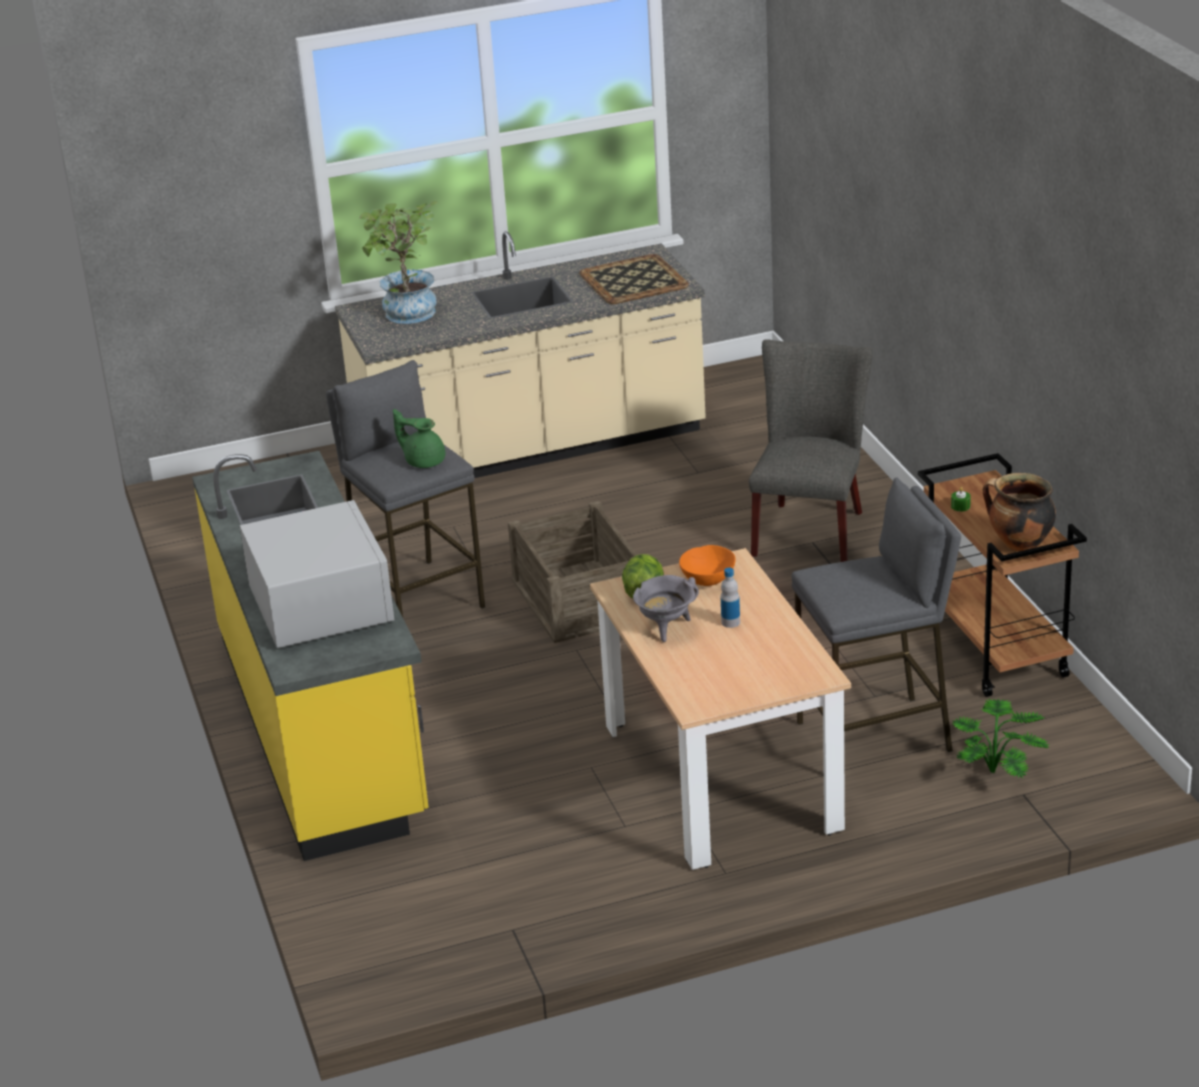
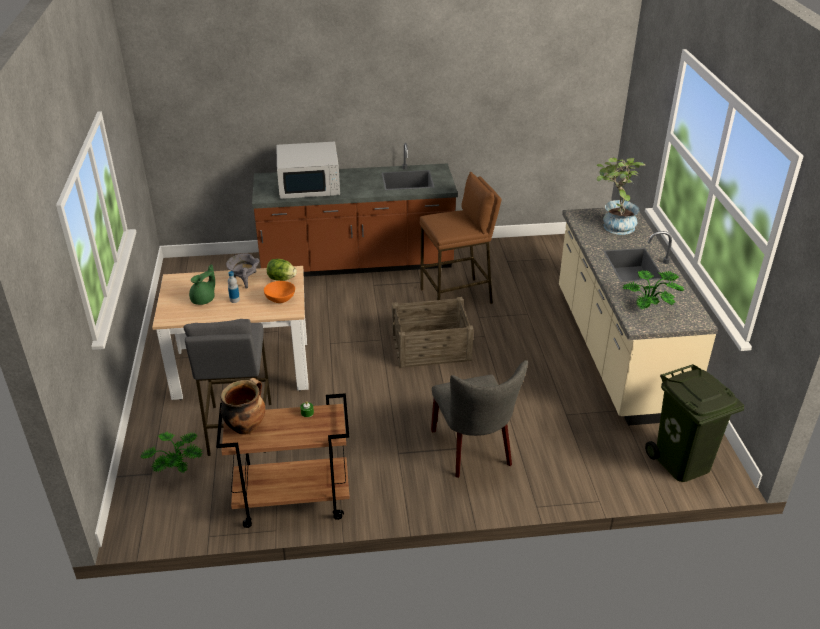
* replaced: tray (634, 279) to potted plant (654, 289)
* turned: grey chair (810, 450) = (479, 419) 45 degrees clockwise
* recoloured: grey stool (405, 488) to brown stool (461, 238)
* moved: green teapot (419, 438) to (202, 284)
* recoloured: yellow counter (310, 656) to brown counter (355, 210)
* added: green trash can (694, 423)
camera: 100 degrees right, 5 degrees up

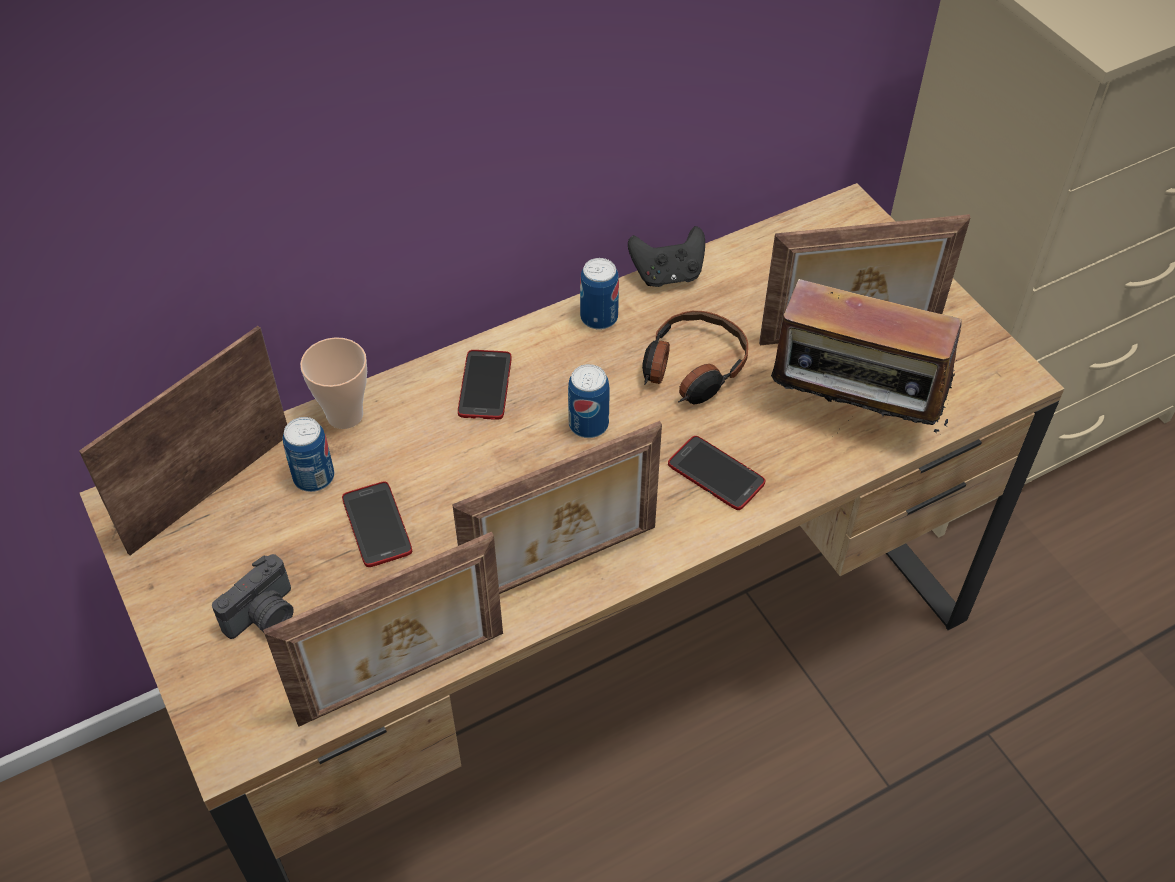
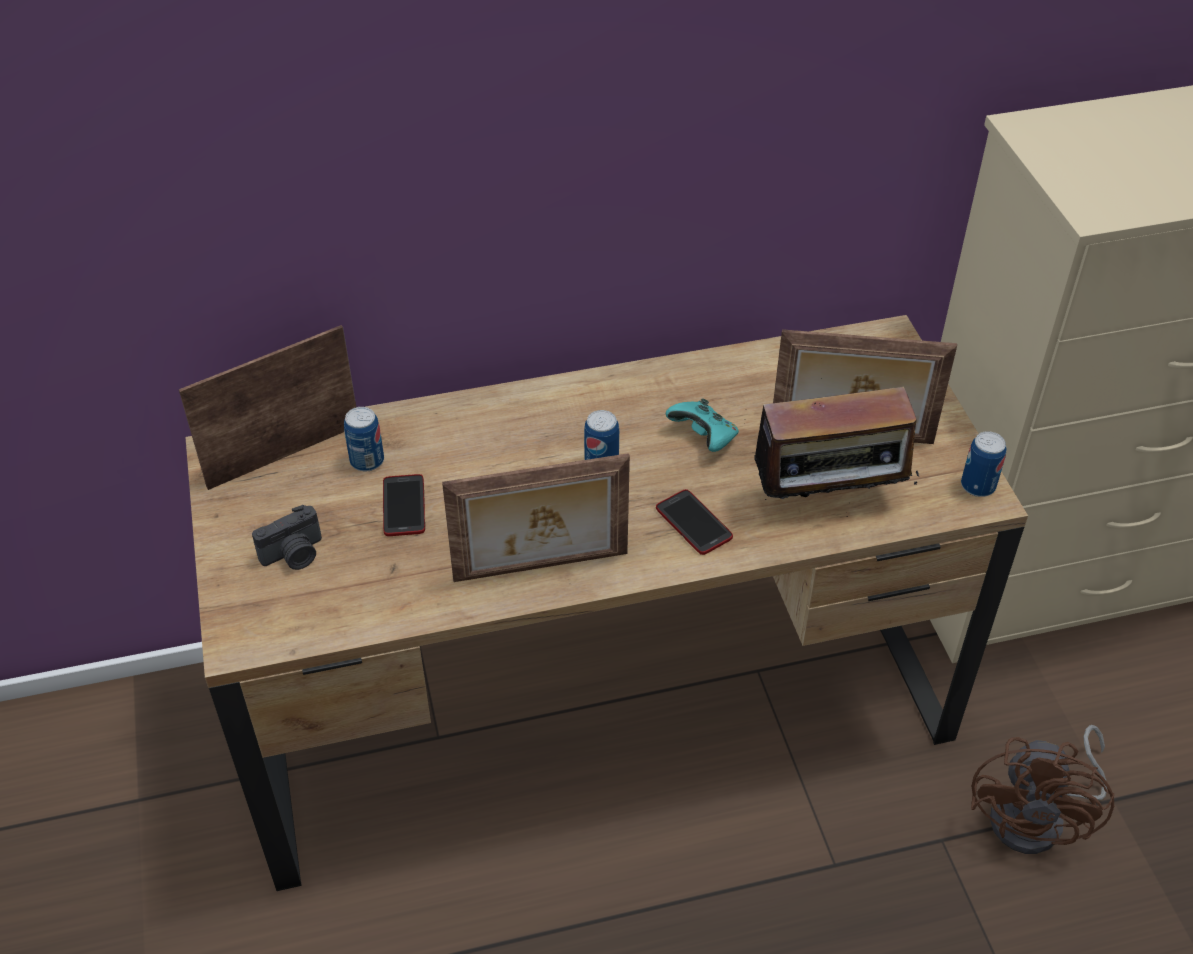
* removed: black game controller (666, 256)
* moved: can (599, 294) to (984, 464)
* turned: radio (866, 353) = (833, 445) 45 degrees counterclockwise
* replaced: headphones (695, 357) to turquoise game controller (702, 425)
* removed: cup (333, 383)
* removed: phone (484, 385)
* removed: picture frame (383, 629)
* added: brown fan (1042, 789)
camera: 15 degrees right, 5 degrees down

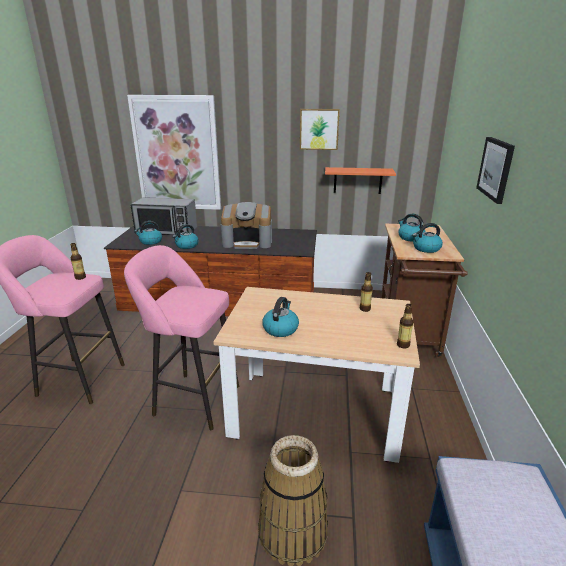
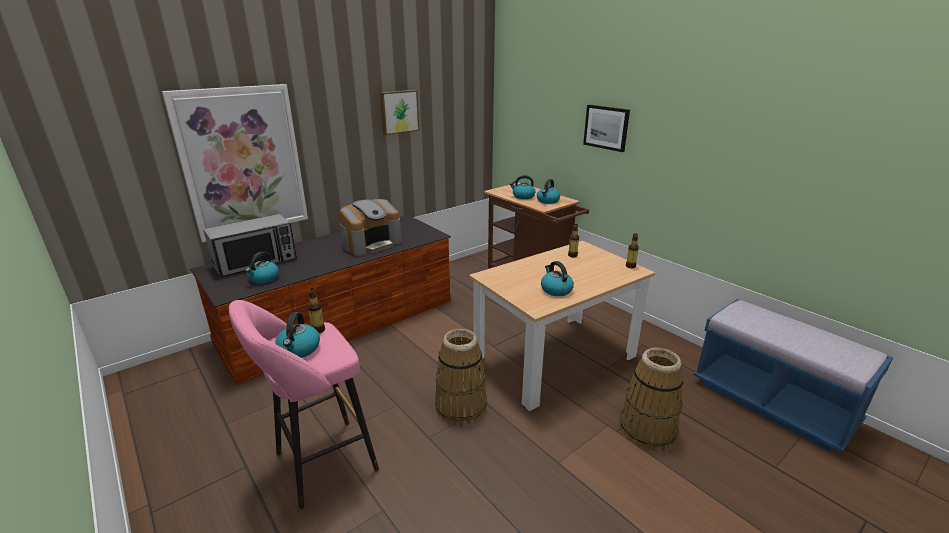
* removed: orange shelf (360, 180)
* moved: kettle (185, 236) to (297, 335)
* replaced: pink stool (181, 337) to basket (461, 377)
camera: 45 degrees left, 0 degrees up

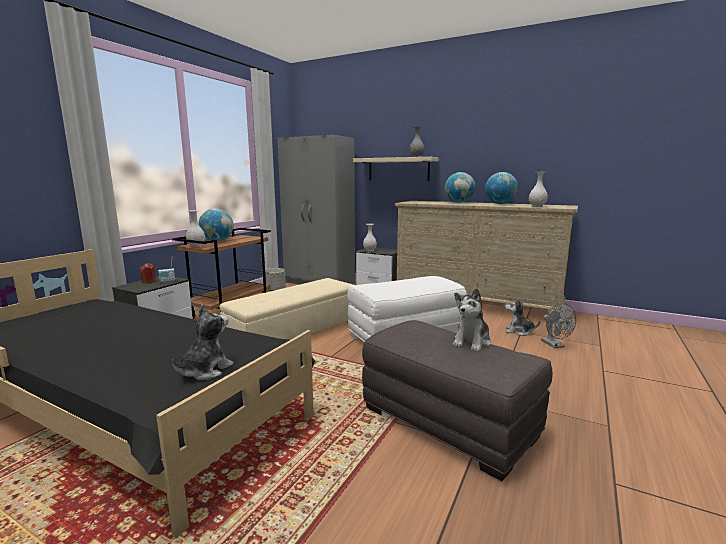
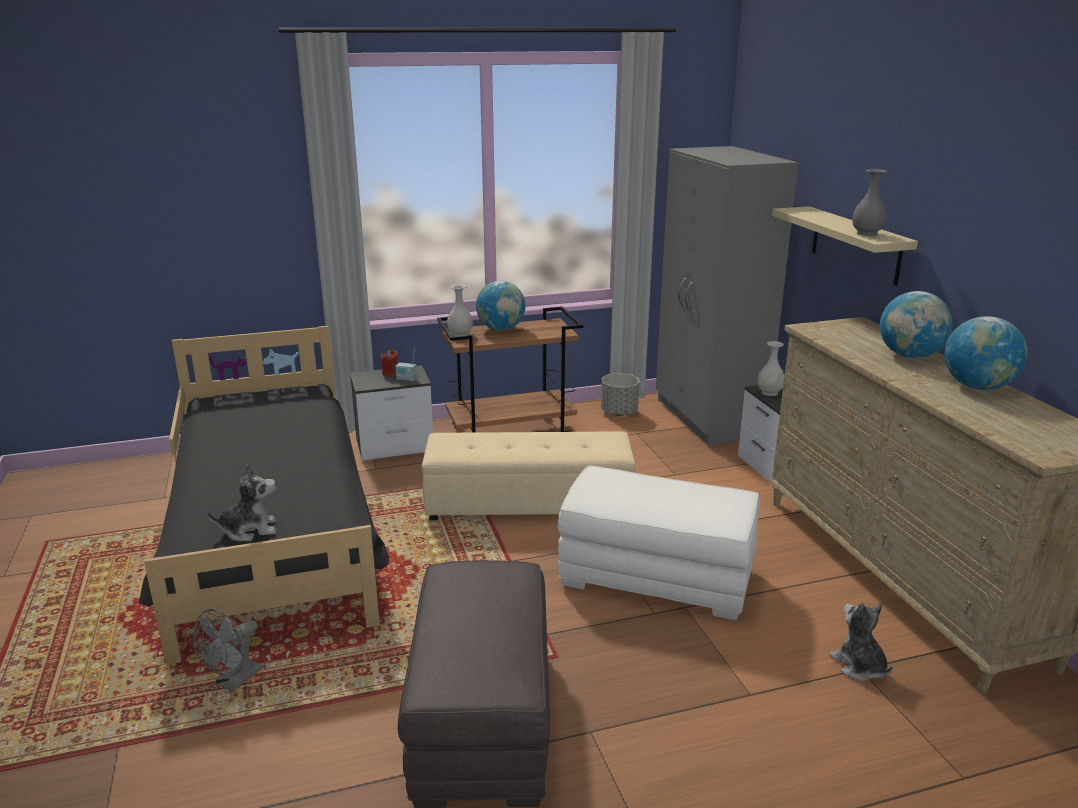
* removed: white vase (538, 189)
* removed: plush toy (471, 320)
* moved: grey fan (559, 325) to (227, 650)
camera: 45 degrees right, 10 degrees up

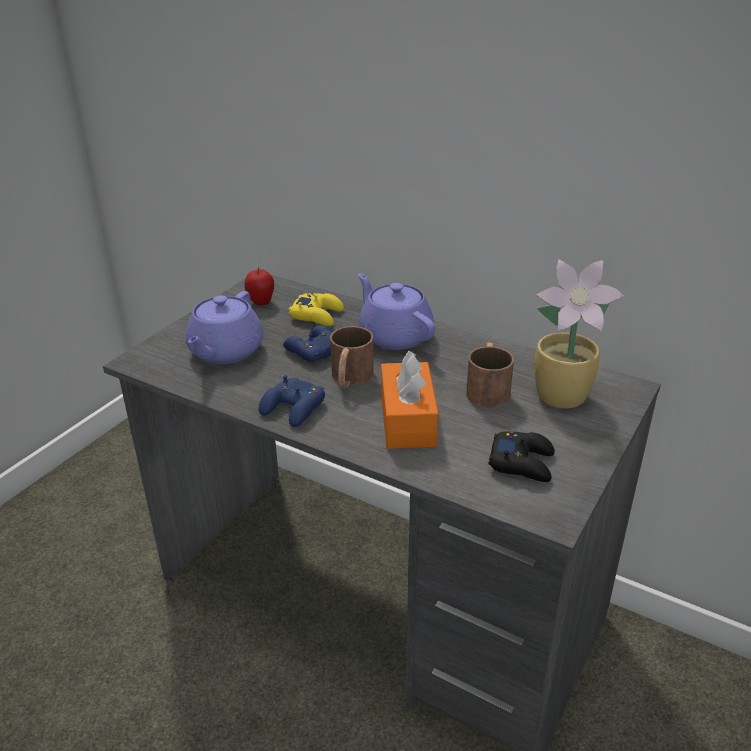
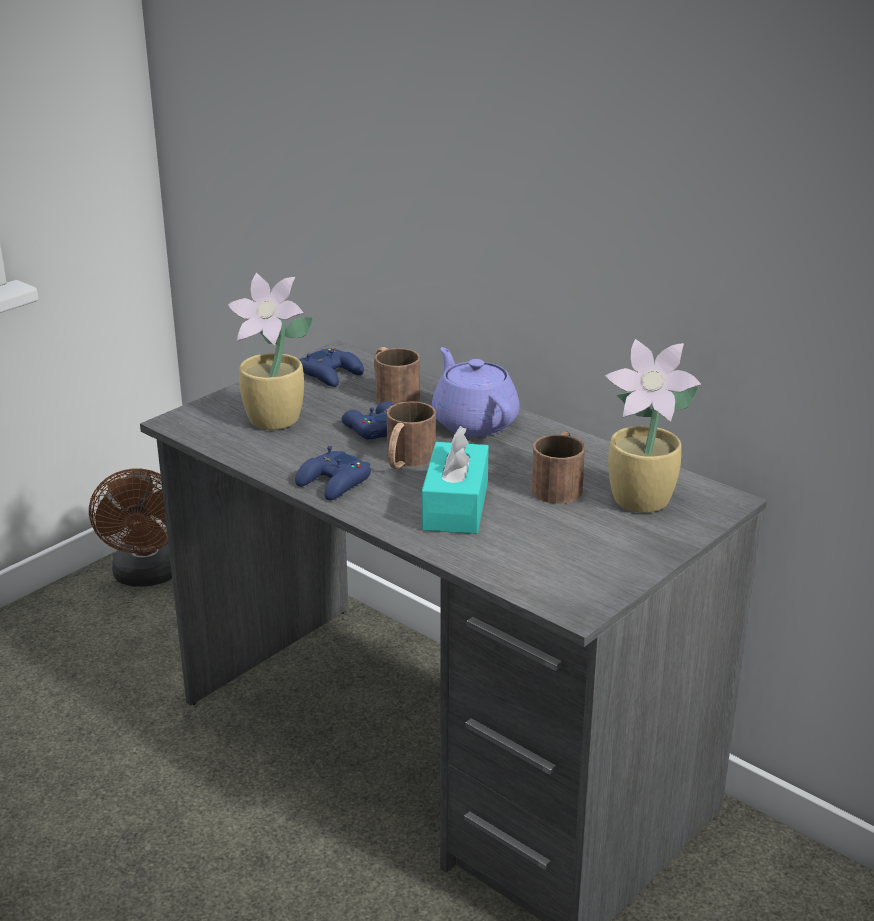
* replaced: apple (259, 286) to blue game controller (331, 367)
* replaced: purple teapot (224, 327) to potted plant (271, 351)
* replaced: yellow game controller (316, 309) to brown mug (397, 375)
* recoloured: orange tissue box (409, 400) to turquoise tissue box (455, 480)
* removed: black game controller (522, 456)
* added: brown fan (130, 528)
camera: 10 degrees right, 5 degrees down

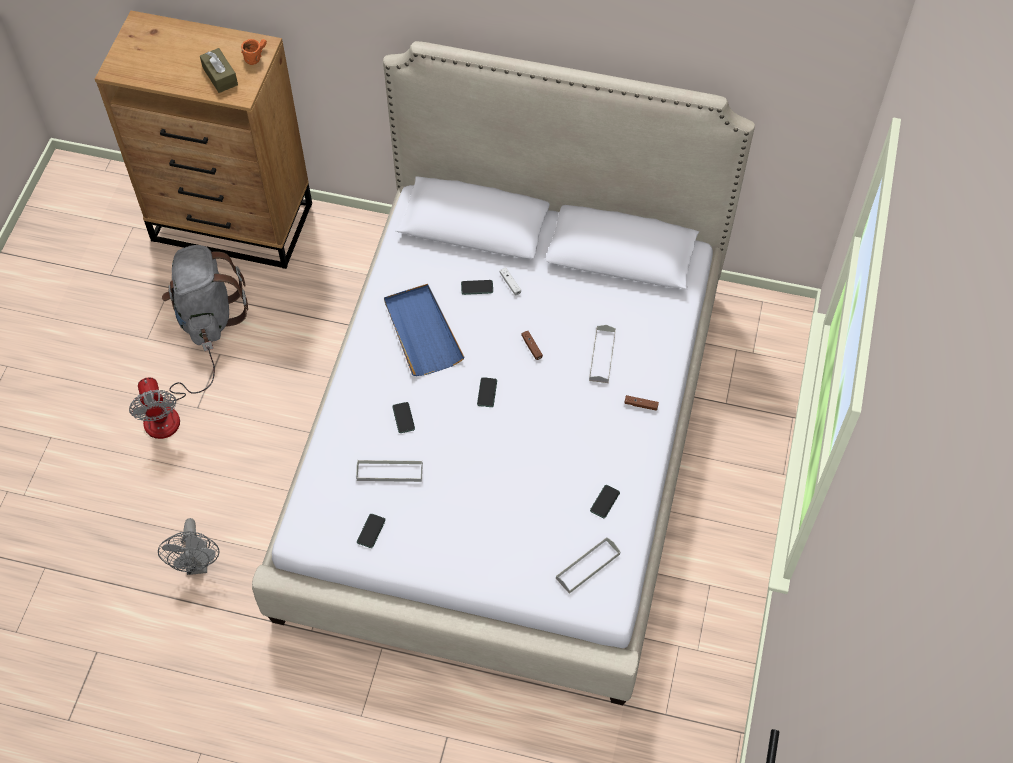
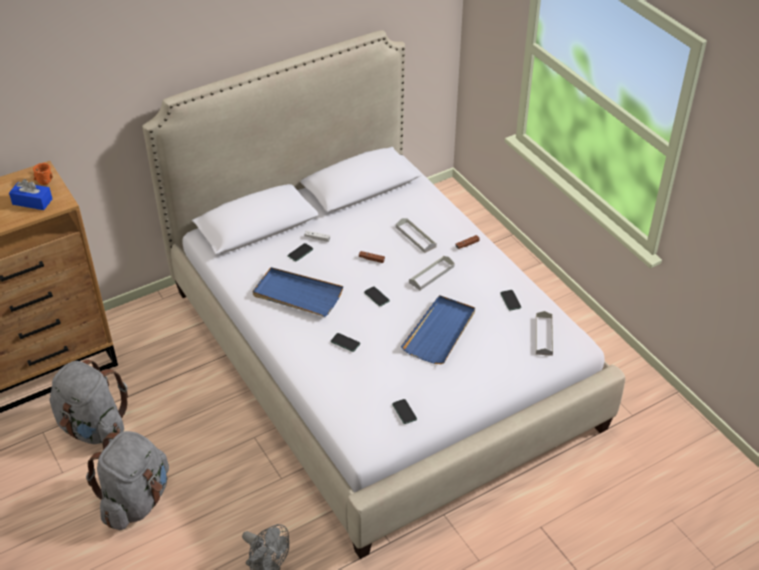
* recoloured: brown tissue box (219, 70) to blue tissue box (30, 194)
* replaced: fan (172, 390) to grey backpack (127, 480)
* moved: grey tray (389, 471) to (432, 273)
* added: blue tray (438, 329)
camera: 45 degrees left, 15 degrees down

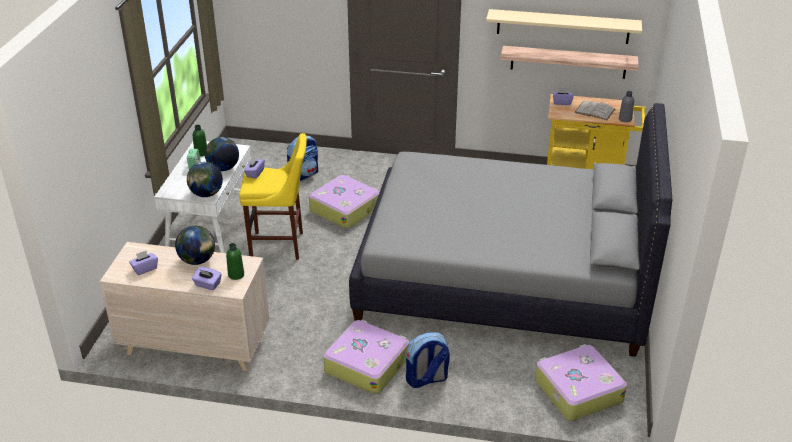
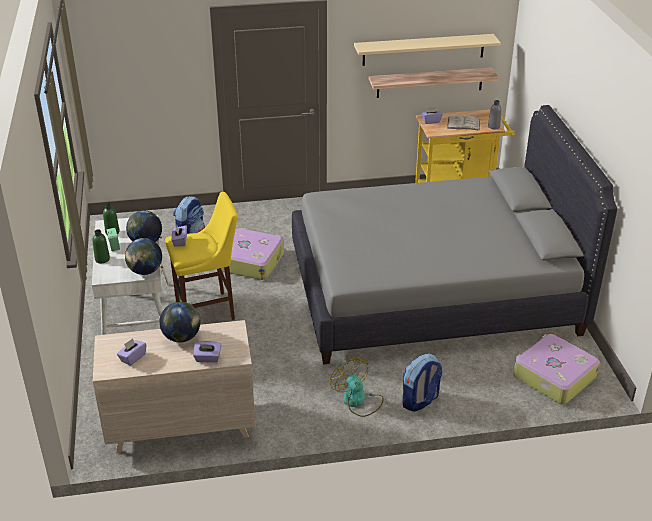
* moved: green bottle (235, 261) to (101, 246)
* replaced: suitcase (366, 357) to fan (357, 387)
camera: 20 degrees left, 0 degrees up

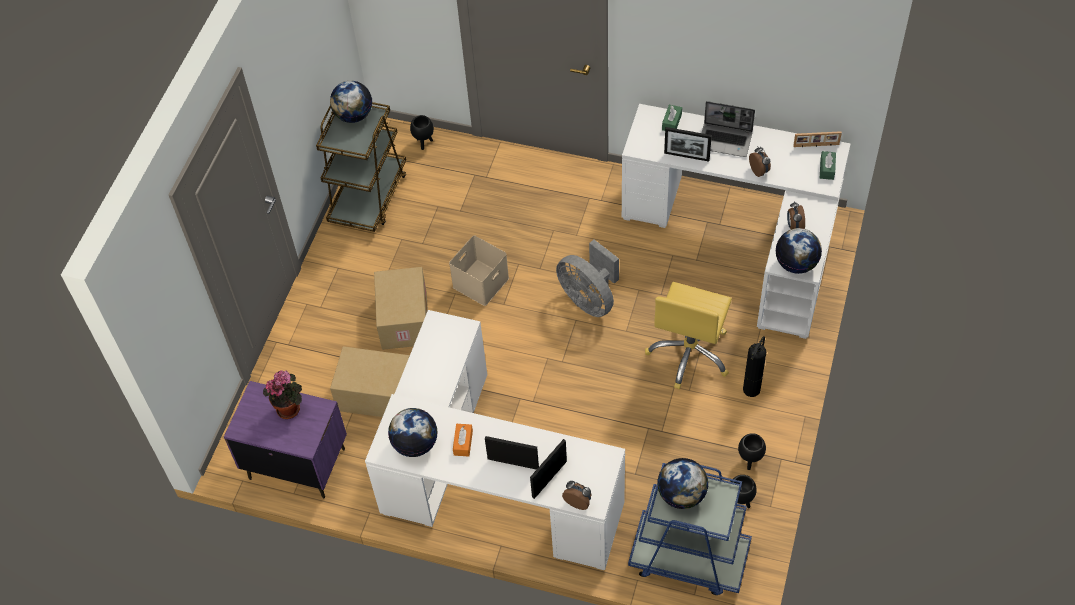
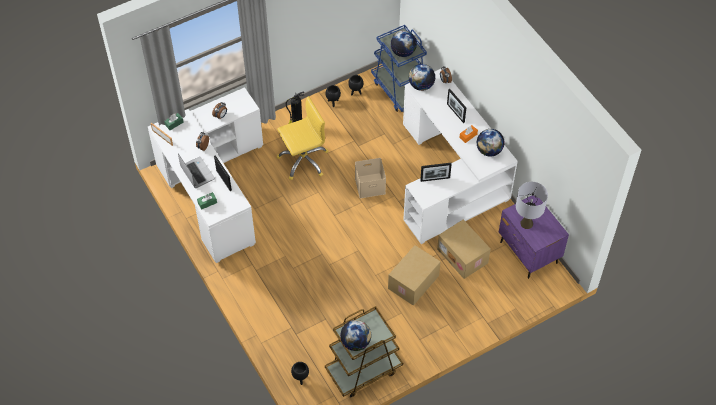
* moved: globe (799, 251) to (422, 77)
* moved: beige storage box (479, 270) to (370, 178)
* removed: grey fan (587, 278)
* replaced: potted plant (282, 394) to grey table lamp (532, 205)
* moved: picture frame (548, 469) to (436, 172)
camera: 140 degrees left, 0 degrees up

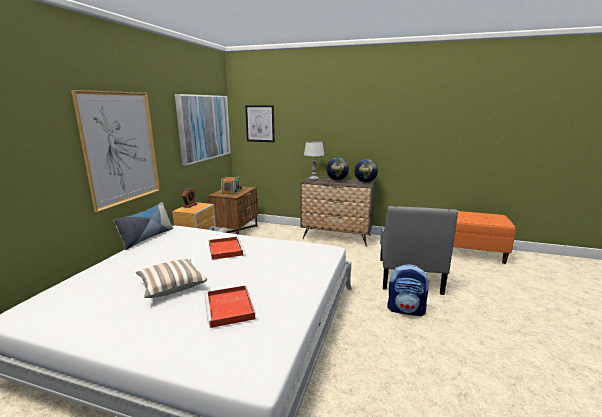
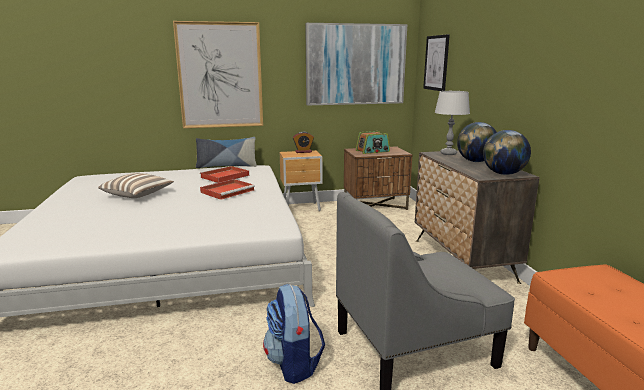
* moved: red tray (230, 306) to (224, 174)
camera: 60 degrees right, 0 degrees up

